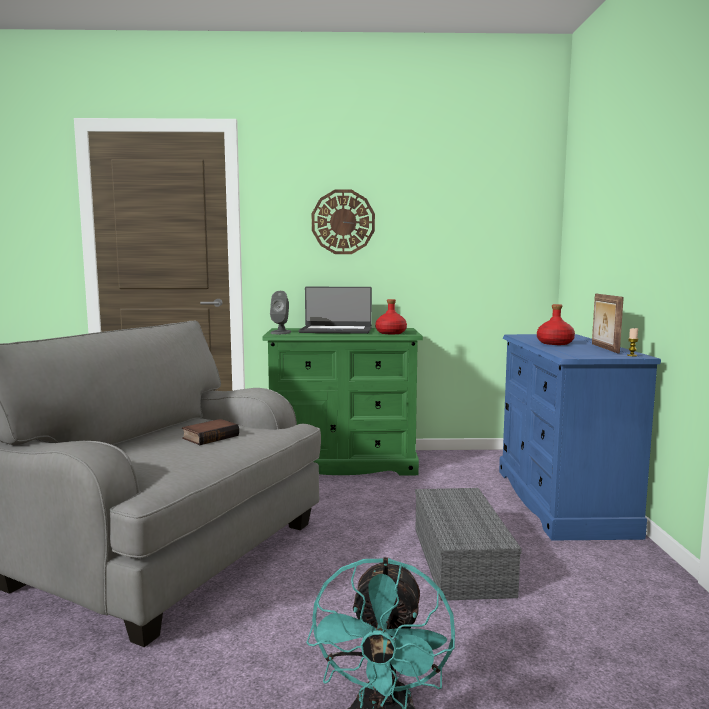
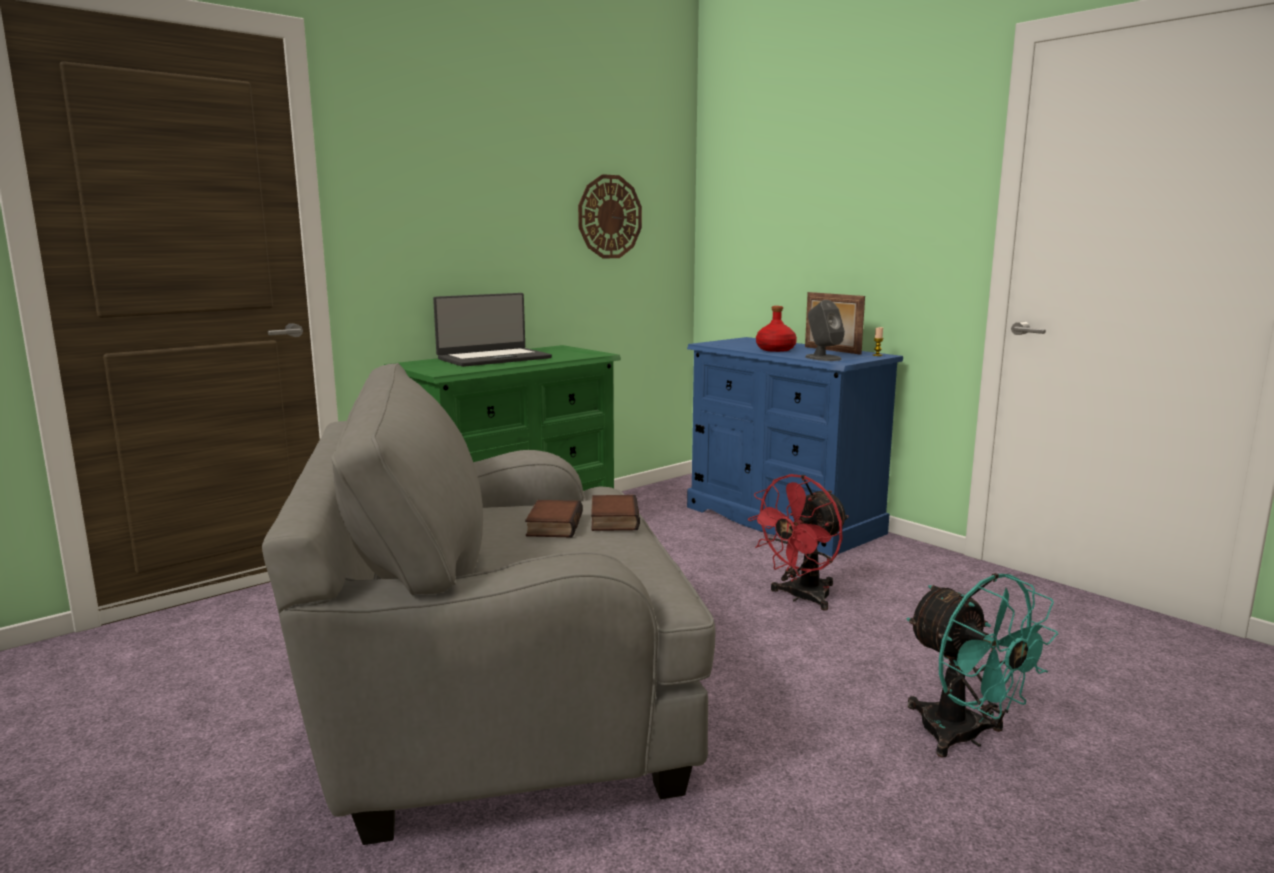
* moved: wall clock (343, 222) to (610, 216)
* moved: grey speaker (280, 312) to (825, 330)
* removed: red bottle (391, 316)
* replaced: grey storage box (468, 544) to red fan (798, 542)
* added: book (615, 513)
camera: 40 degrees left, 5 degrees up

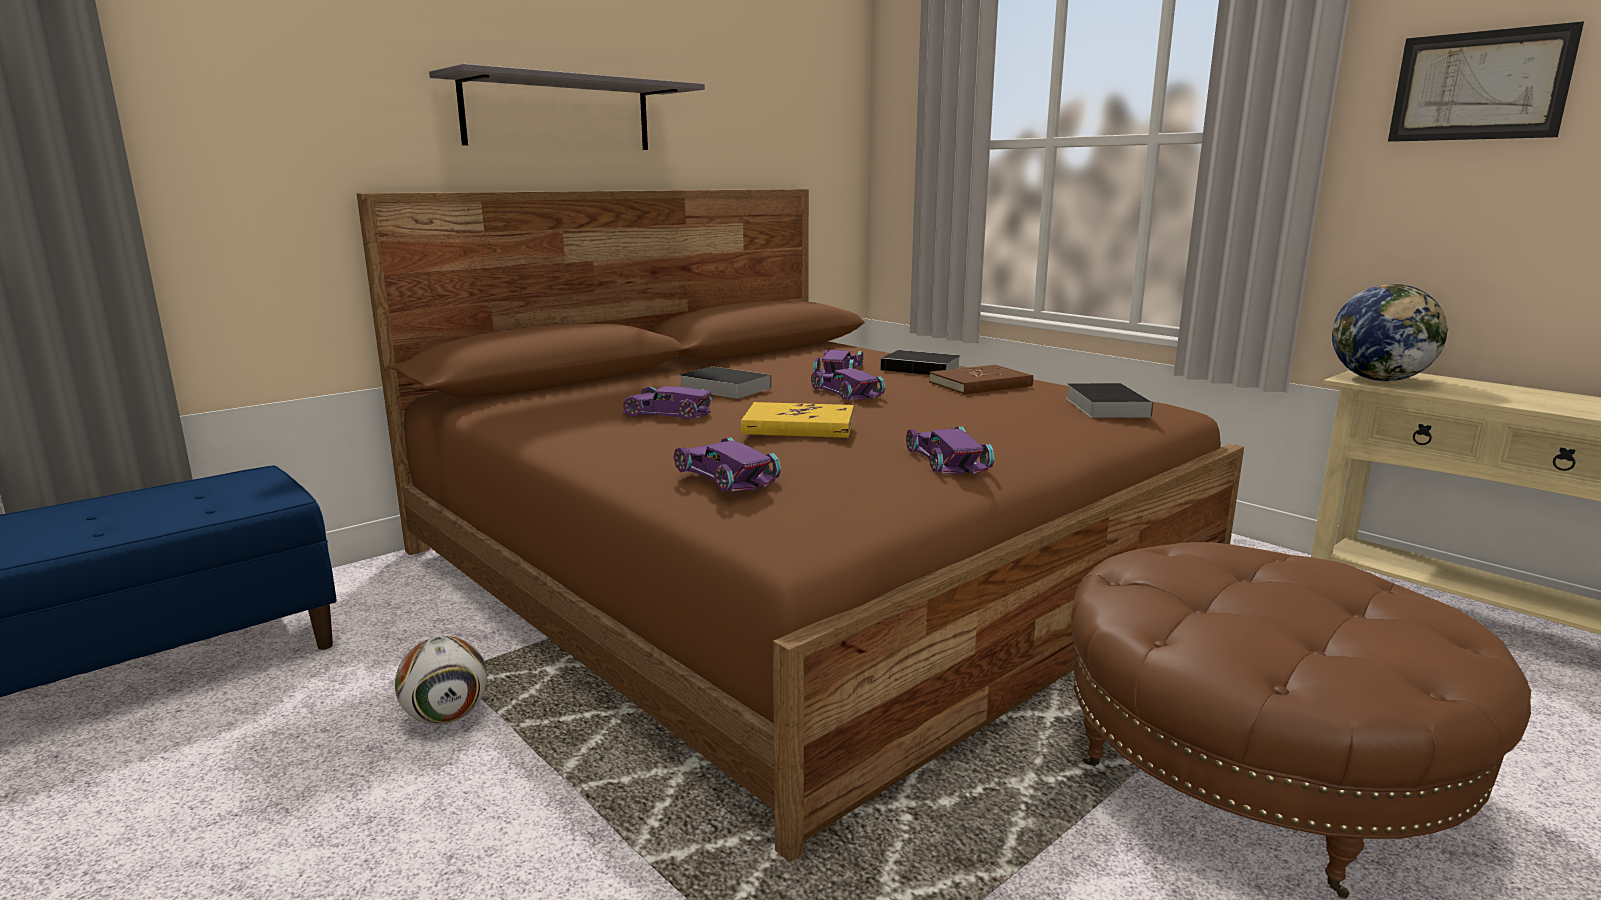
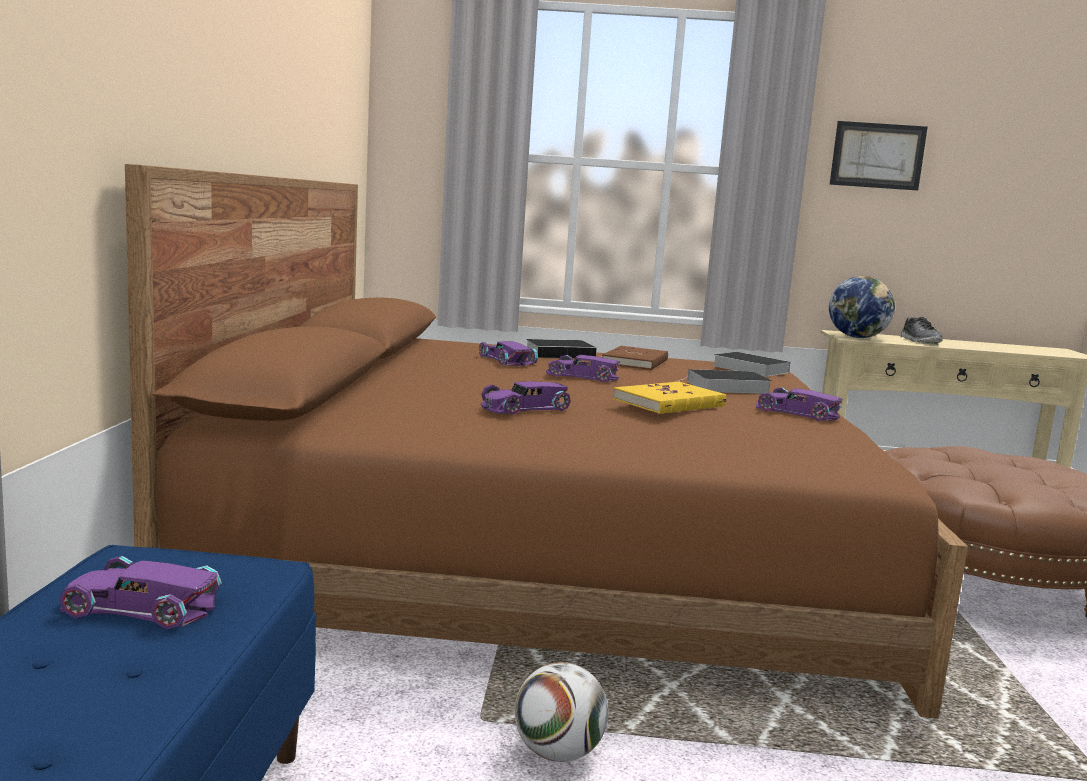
* removed: grey shelf (567, 107)
* moved: book (725, 382) to (724, 381)
* moved: purple toy car (727, 464) to (140, 592)
* added: shoe (921, 331)
camera: 45 degrees left, 5 degrees down

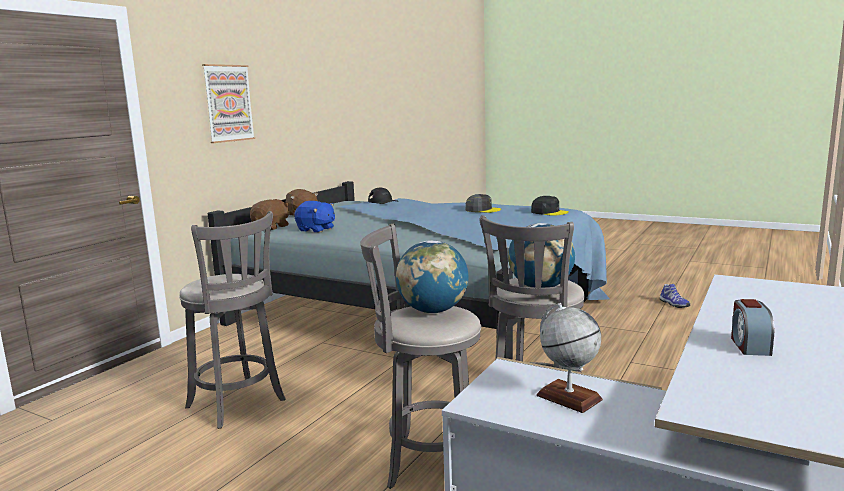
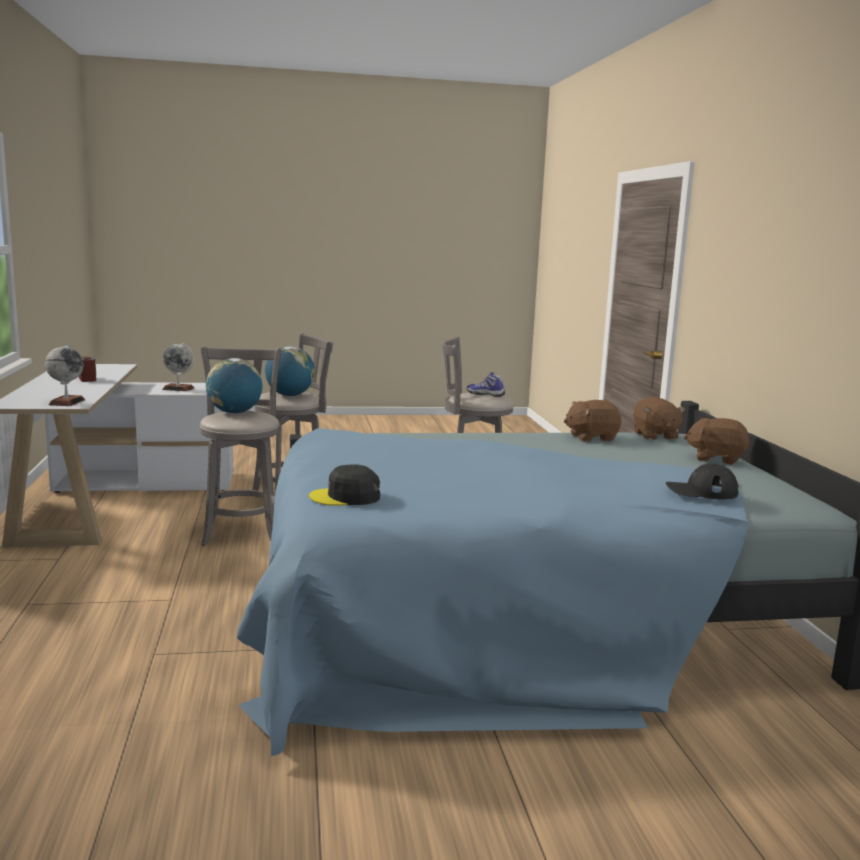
* removed: picture (228, 103)
* removed: grey cap (483, 203)
* recoloured: blue plush toy (314, 217) to brown plush toy (592, 421)
* moved: shoe (675, 296) to (486, 384)
* added: globe (65, 375)
camera: 140 degrees right, 0 degrees up

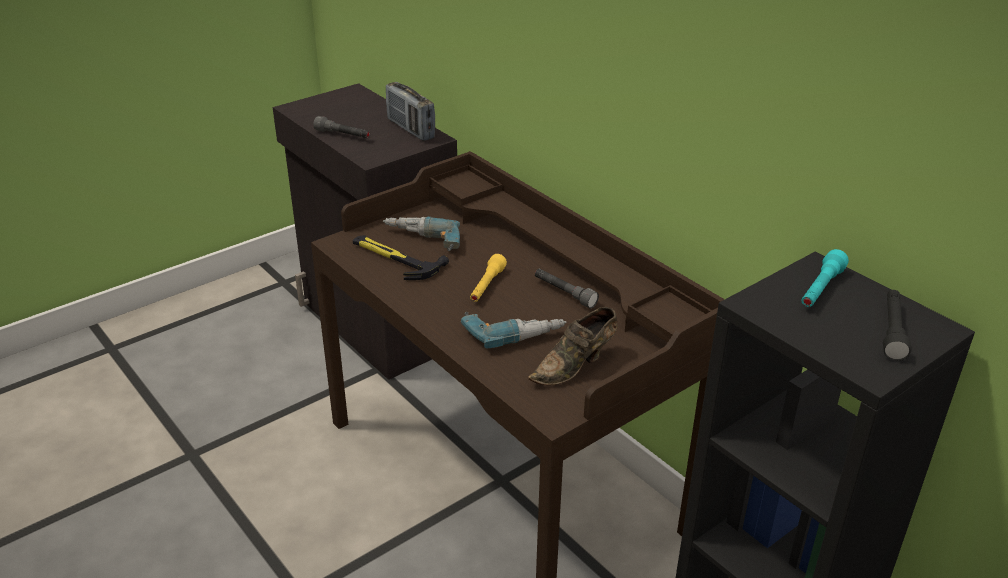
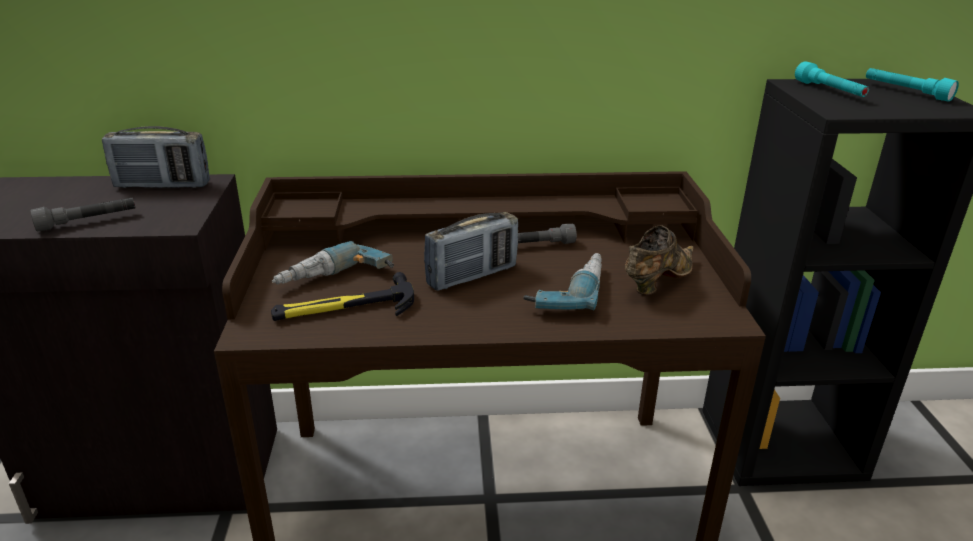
* replaced: yellow flashlight (488, 278) to radio (471, 251)
* recoloured: black flashlight (897, 325) to turquoise flashlight (912, 85)
* turned: brown shoe (572, 346) = (659, 260) 135 degrees counterclockwise
camera: 55 degrees left, 5 degrees down

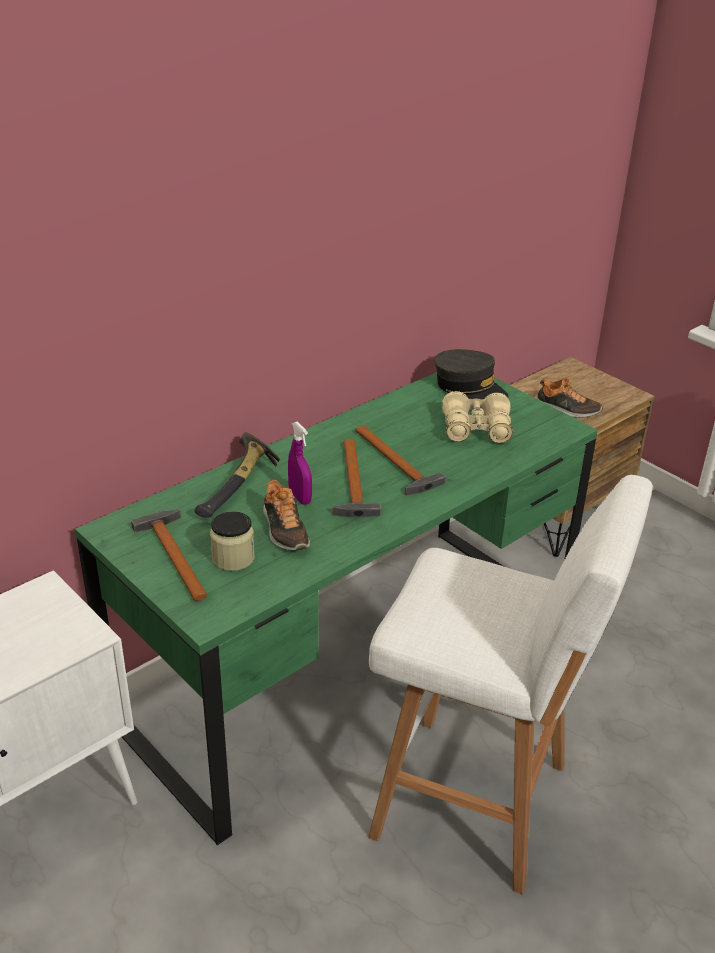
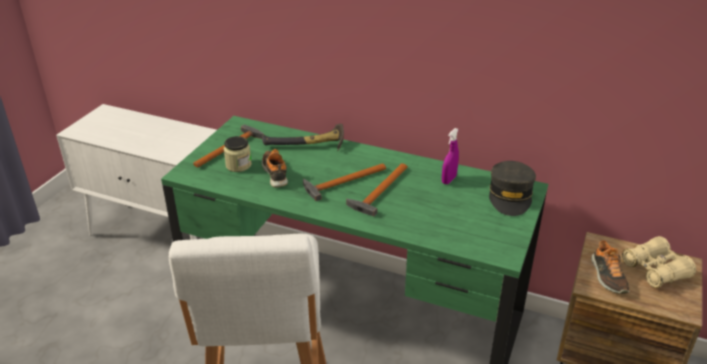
* moved: beige binoculars (477, 417) to (659, 262)
* moved: purple spray bottle (300, 463) to (450, 156)
* turned: shoe (286, 515) = (275, 168) 120 degrees clockwise
camera: 65 degrees right, 0 degrees up

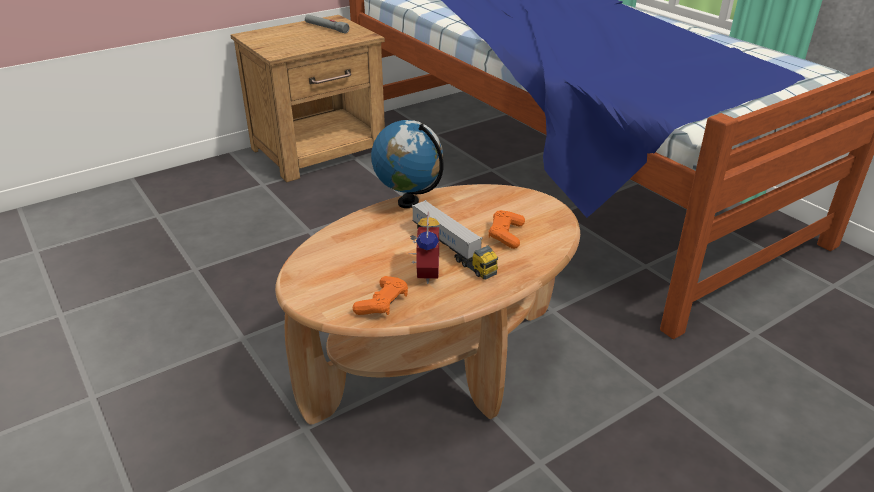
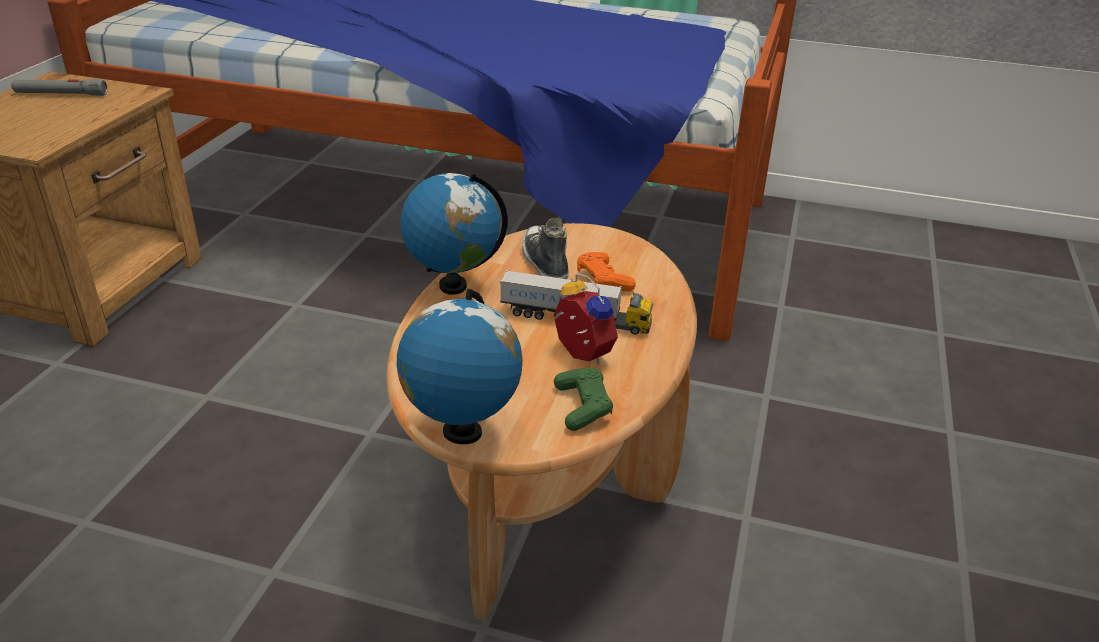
* recoloured: orange game controller (380, 295) to green game controller (583, 399)
* added: shoe (545, 248)
* added: globe (459, 366)
camera: 40 degrees left, 0 degrees up

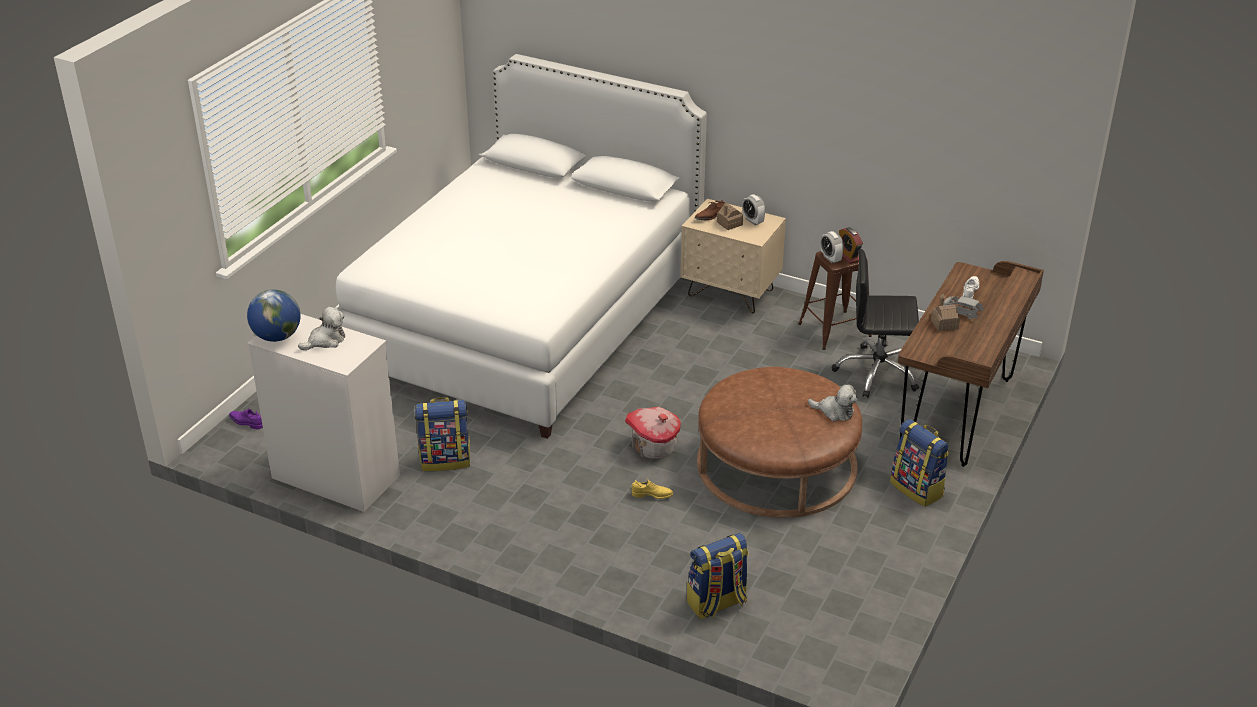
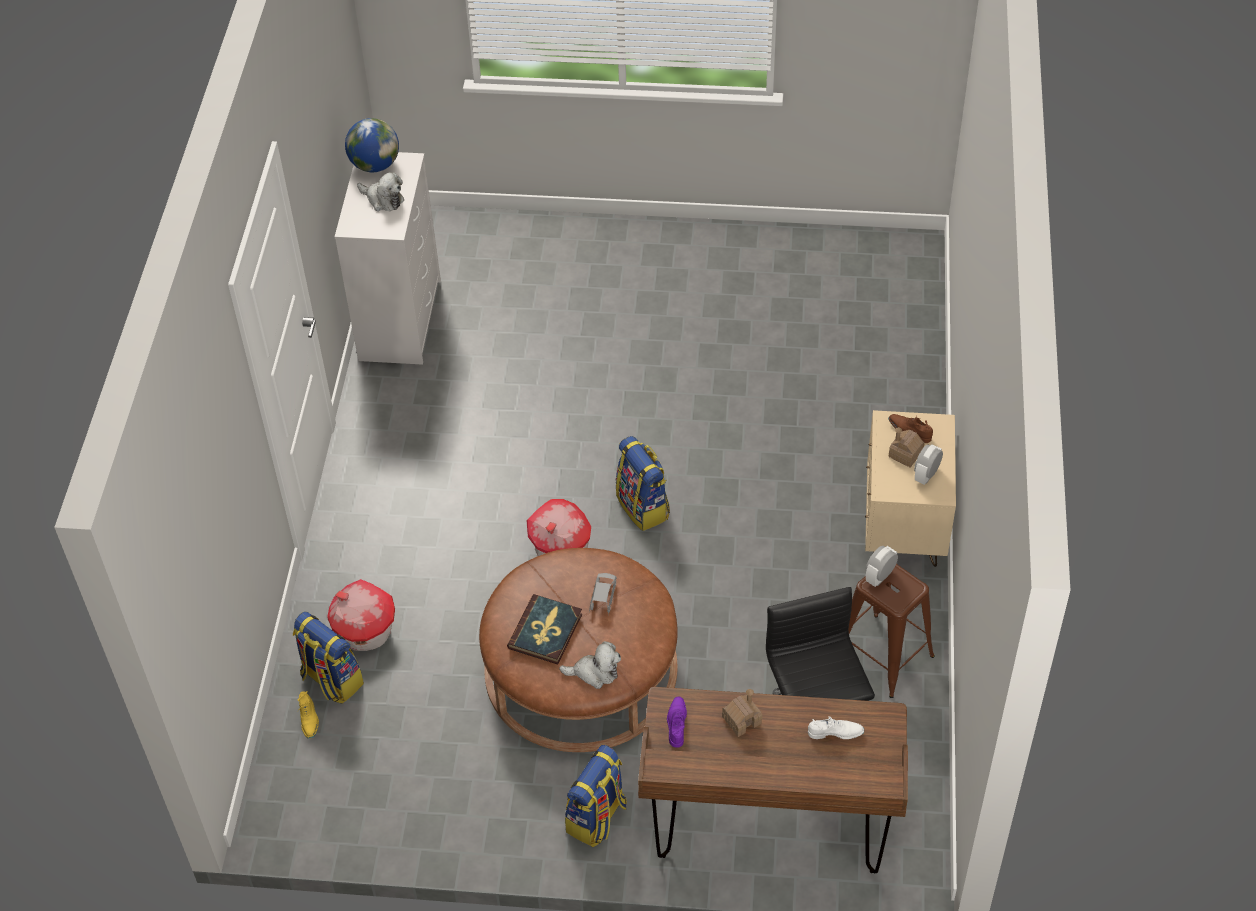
* removed: white bed (521, 246)
* removed: alarm clock (851, 245)
* moved: grey toy car (963, 308) to (603, 594)
* turned: plush toy (833, 403) = (590, 665) 90 degrees counterclockwise
* moved: backpack (442, 434) to (643, 483)
* moved: purple shoe (246, 418) to (677, 722)
* moved: yellow shoe (653, 489) to (308, 715)
* added: toy house (361, 615)
* added: book (544, 629)
camera: 70 degrees right, 15 degrees up

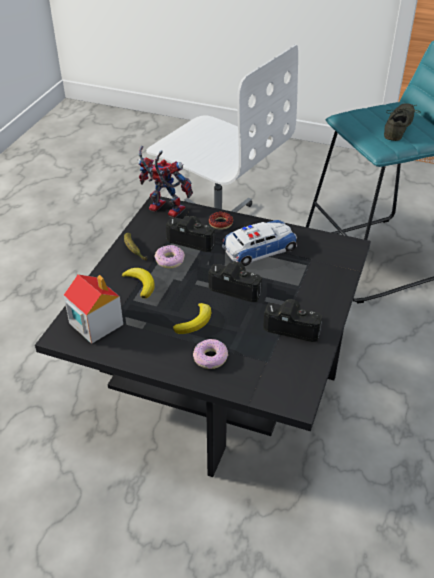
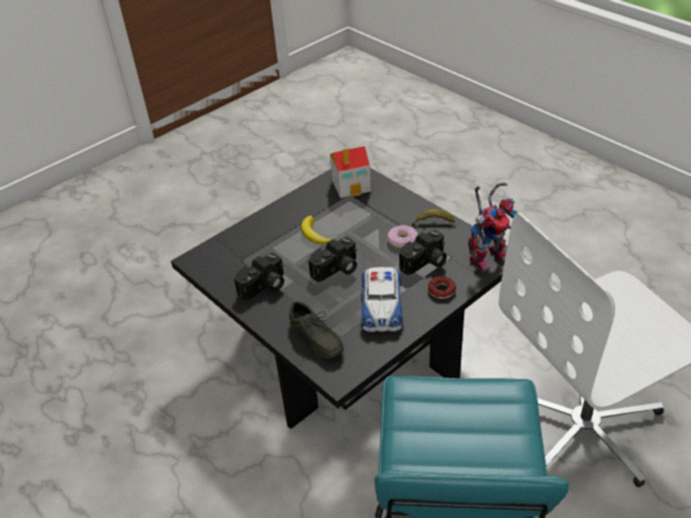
* moved: grey shoe (402, 122) to (317, 330)
* removed: banana (138, 283)
* removed: donut (210, 354)
camera: 120 degrees right, 0 degrees up

